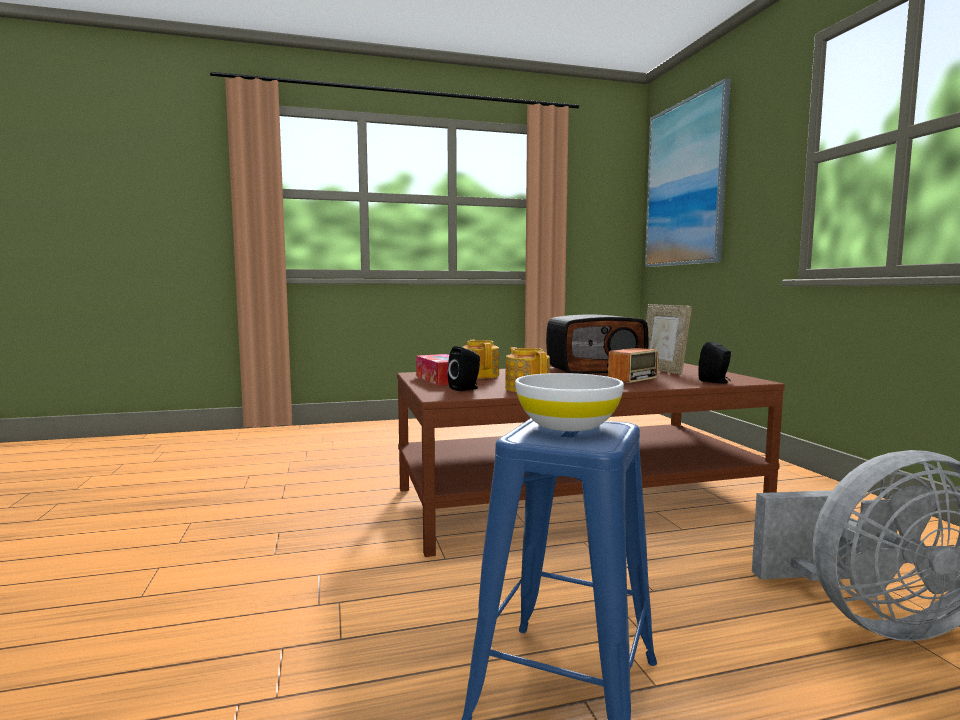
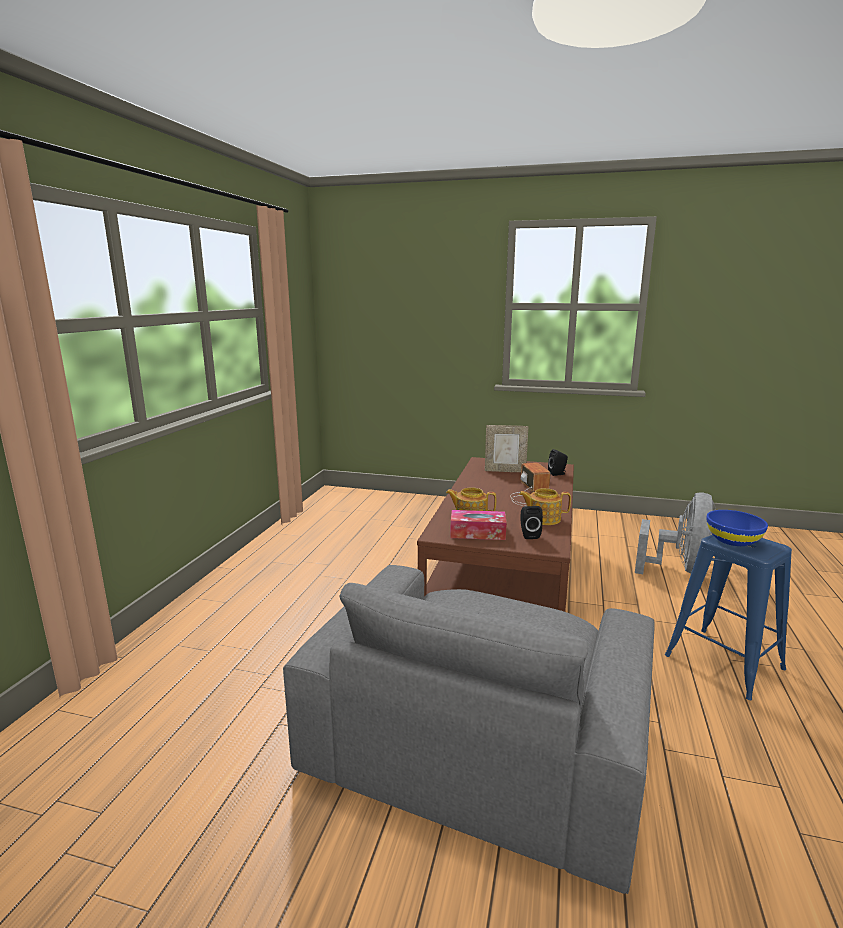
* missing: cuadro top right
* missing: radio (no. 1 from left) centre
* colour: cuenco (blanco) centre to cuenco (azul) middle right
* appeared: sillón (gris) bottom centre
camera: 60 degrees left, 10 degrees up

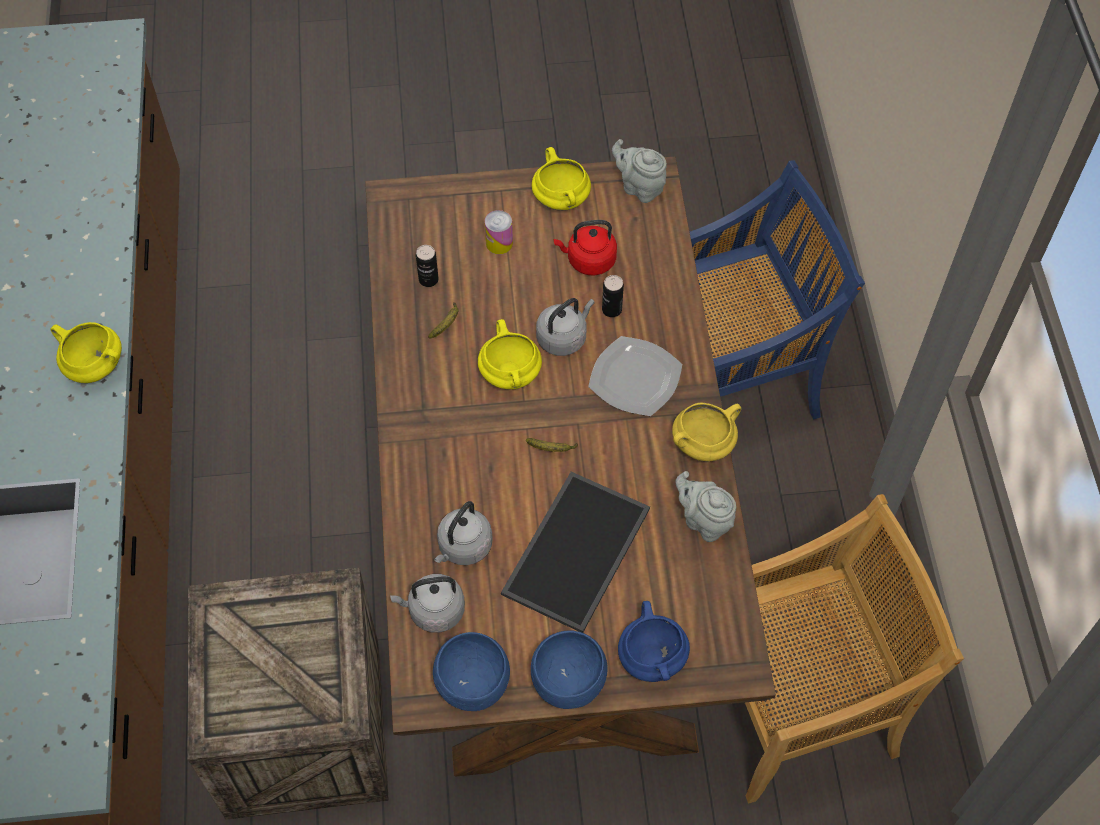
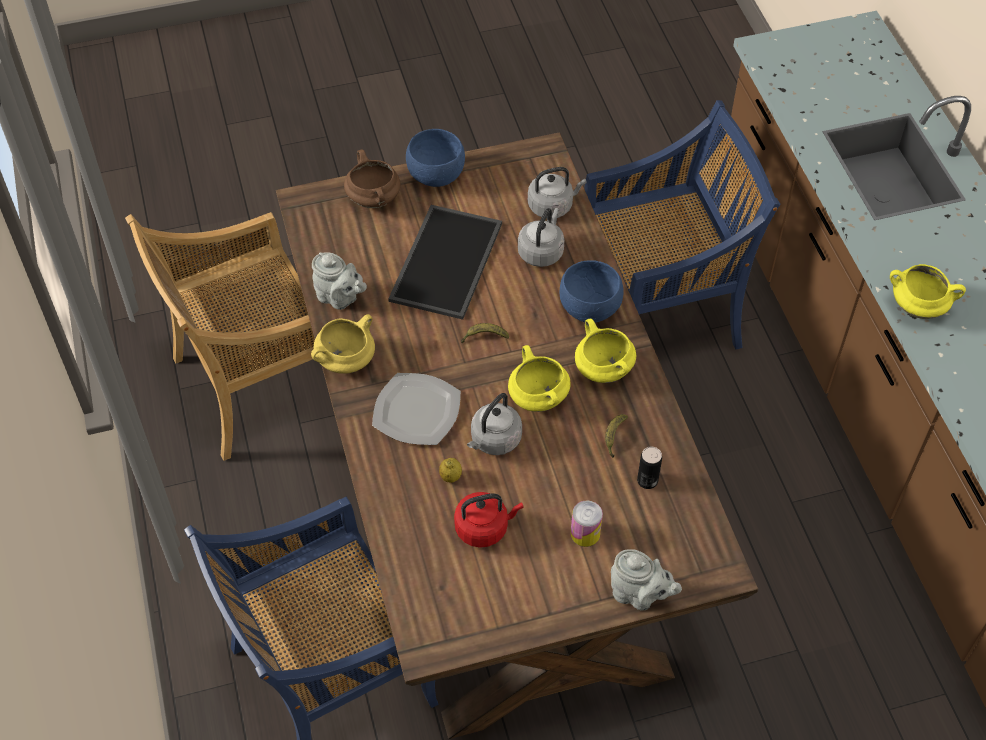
* relocated: tetera (gris) (no. 1 from left in the first image) top centre to tetera (gris) (no. 2 from left) bottom centre
* relocated: olla (amarillo) (no. 3 from left) top centre to centre
* exchanged: lata (no. 3 from left) centre to limón centre
* exchanged: caja de embalaje bottom left to silla (azul) (no. 2 from left) top right
* colour: olla (azul) bottom centre to olla (marrón) top centre
* relocated: cuenco (azul) (no. 1 from left in the first image) bottom centre to cuenco (azul) (no. 2 from left) centre
camera: 170 degrees right, 5 degrees down

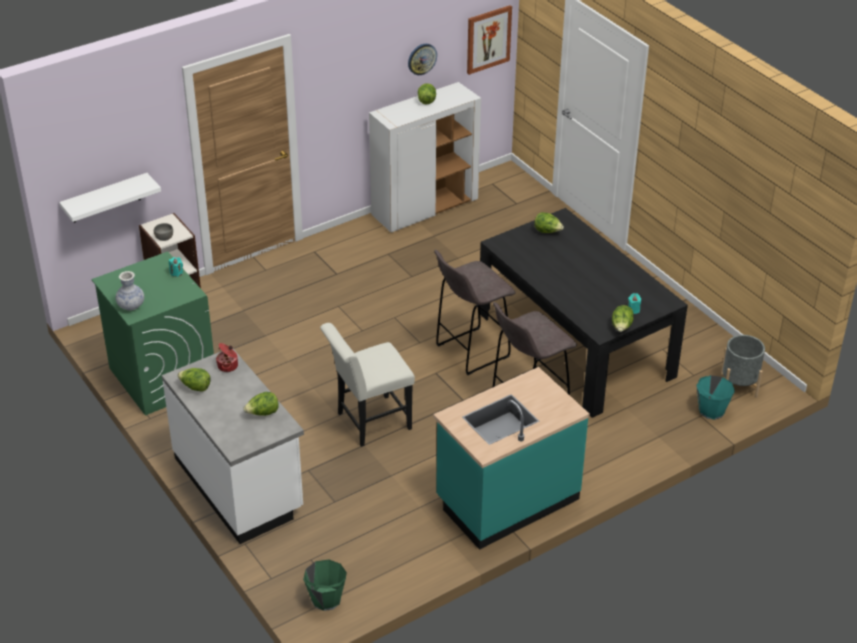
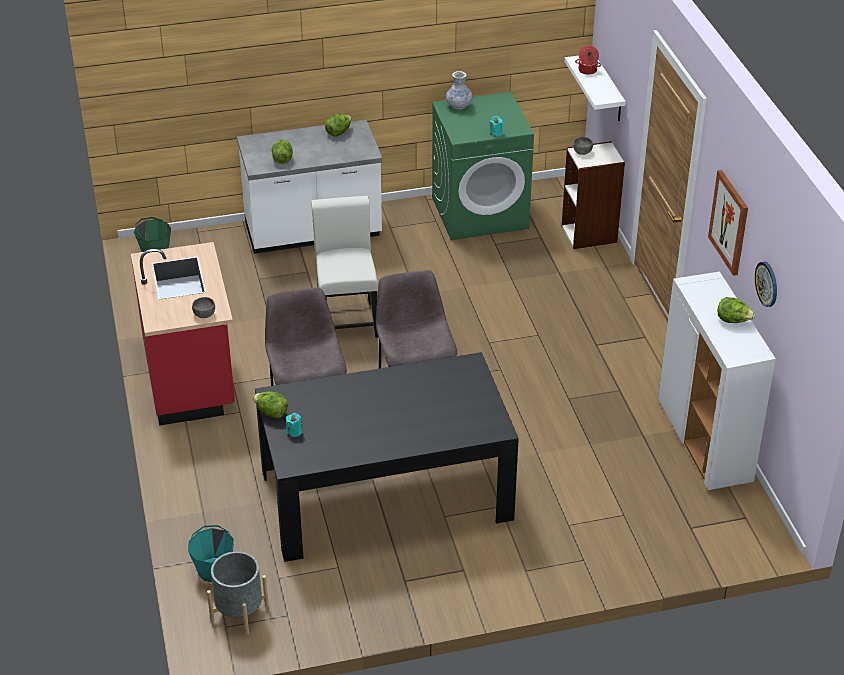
* relocated: cuadro top centre to top right
* missing: lechuga (no. 4 from left) centre
* relocated: olla middle left to top right
* colour: mueble bajo de cocina (turquesa) bottom centre to mueble bajo de cocina (rojo) middle left
* appeared: cuenco (gris) (no. 1 from left) middle left
camera: 110 degrees right, 0 degrees up

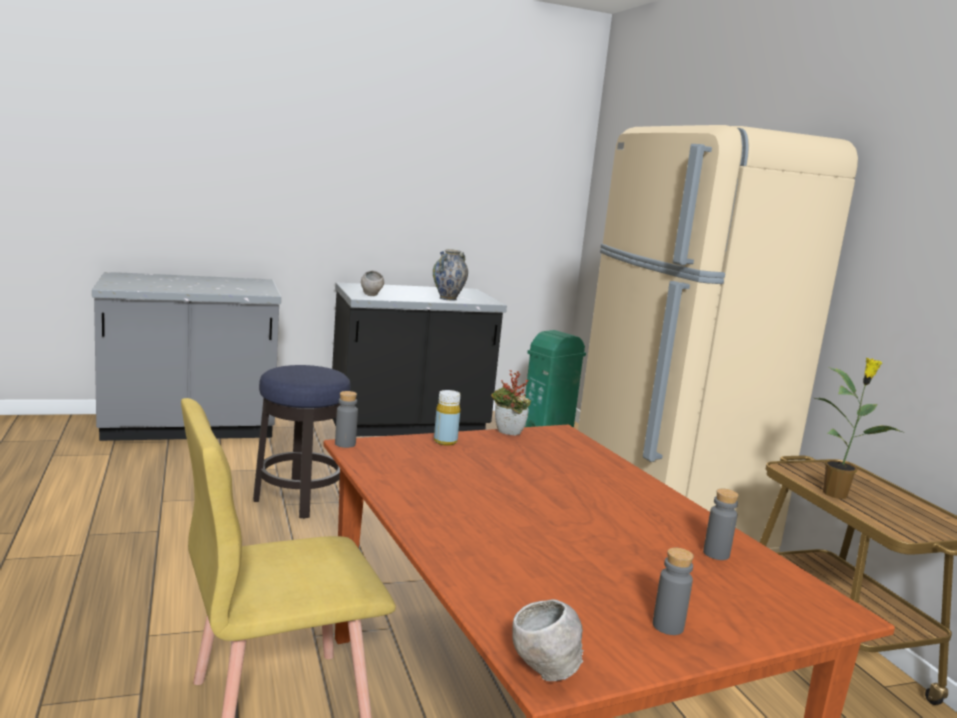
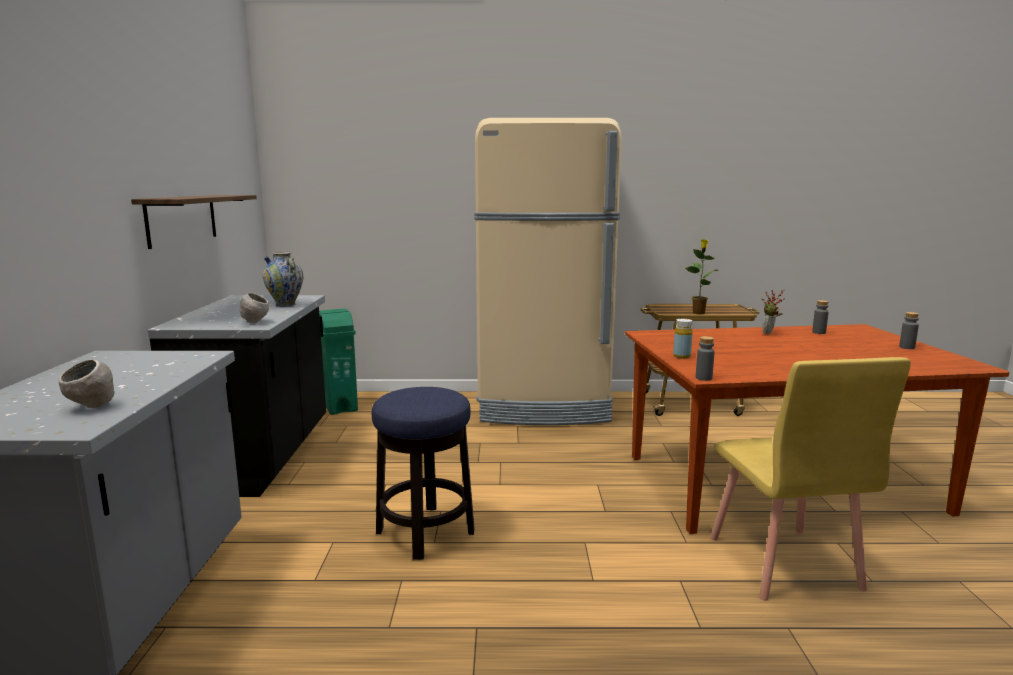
* relocated: planta en maceta (no. 1 from left in the first image) centre to planta en maceta (no. 2 from left) middle right
* relocated: cuenco (gris) (no. 2 from left in the first image) bottom centre to cuenco (gris) (no. 1 from left) middle left
* appeared: estante top left
camera: 70 degrees left, 0 degrees up

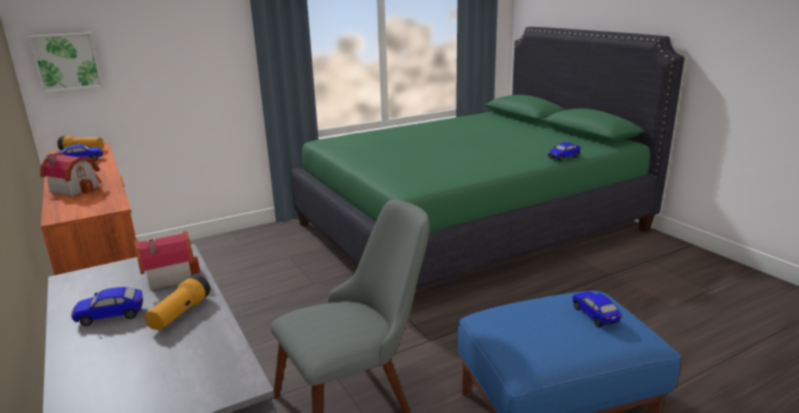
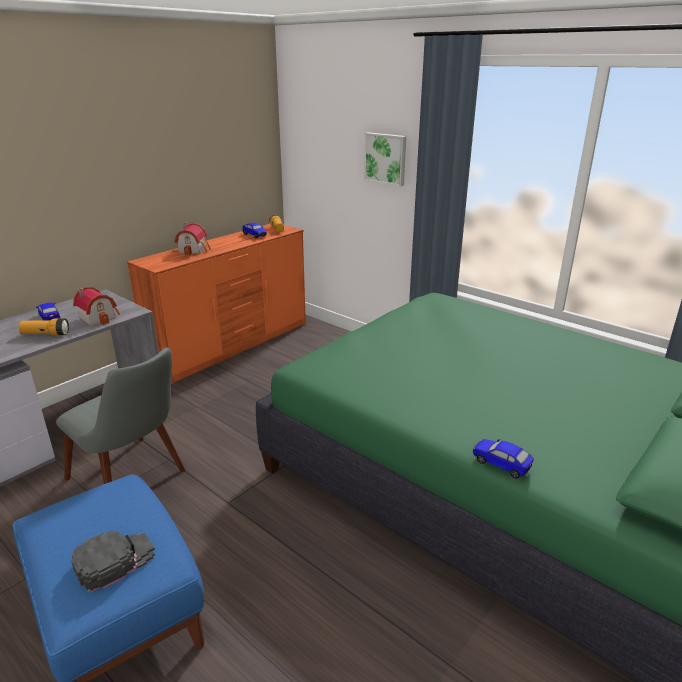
* relocated: cuadro top left to top centre
* exchanged: coche de juguete (no. 4 from left) bottom right to gorra (negro) bottom left
camera: 70 degrees right, 5 degrees up

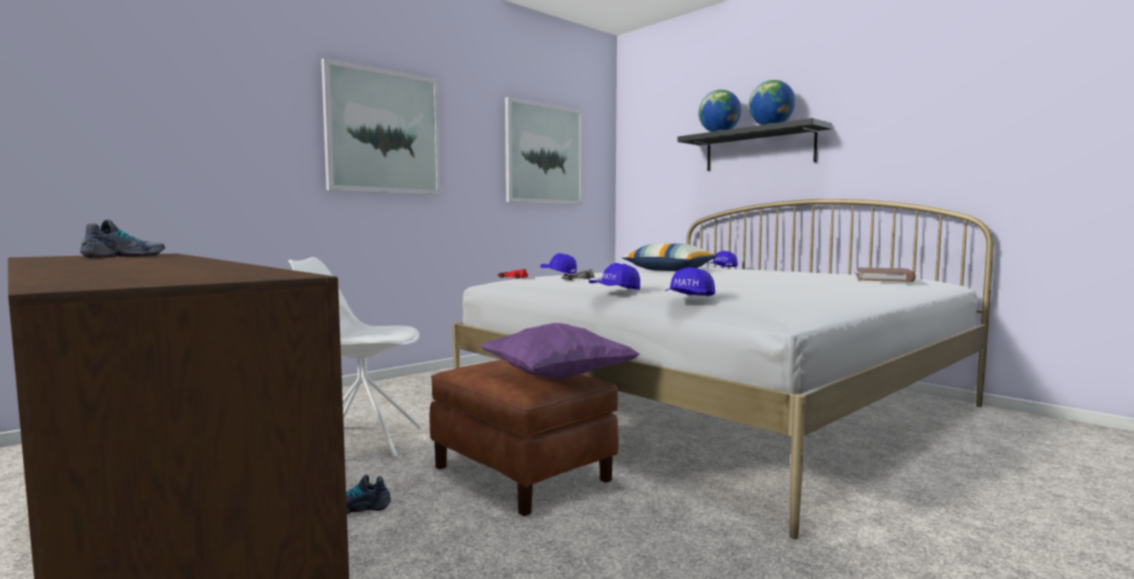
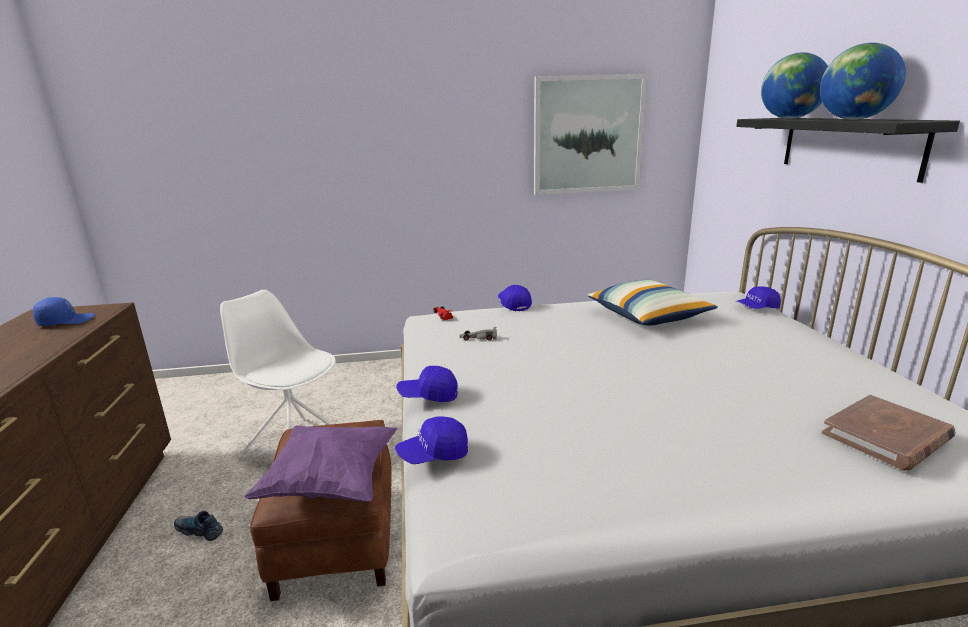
* missing: cuadro (no. 1 from left) top centre
* exchanged: zapato (no. 1 from left) middle left to gorra (azul) (no. 1 from left) middle left
camera: 35 degrees right, 15 degrees up

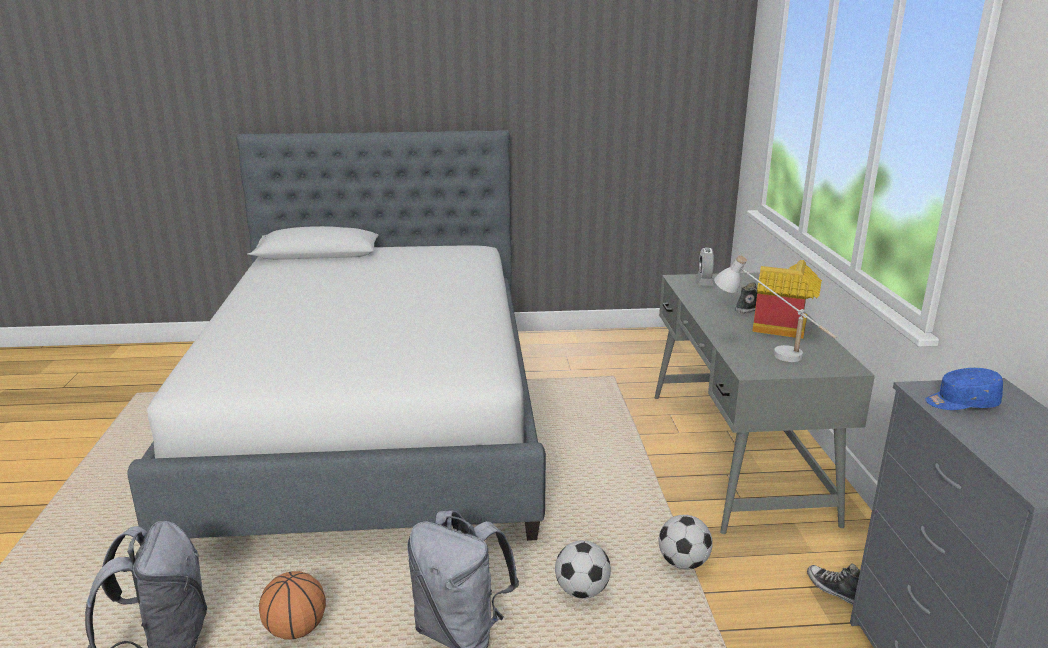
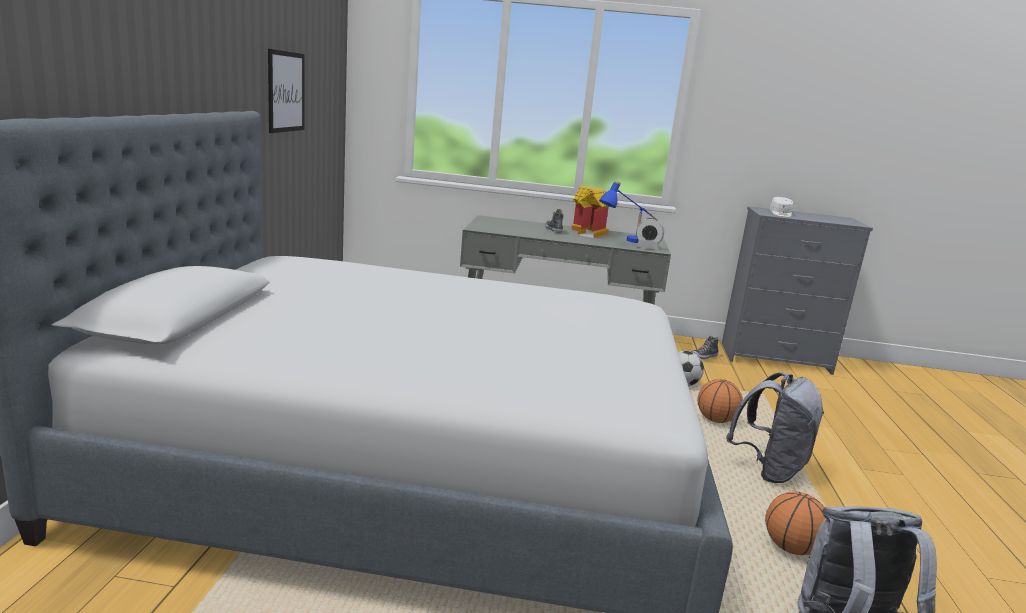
* relocated: despertador middle right to centre
* colour: lámpara de mesa (blanco) middle right to lámpara de mesa (azul) centre
* colour: gorra (azul) middle right to gorra (blanco) middle right
* exchanged: balón de fútbol (no. 1 from left) bottom centre to balón de baloncesto (no. 1 from left) middle right
* appeared: cuadro top left
camera: 80 degrees left, 5 degrees down

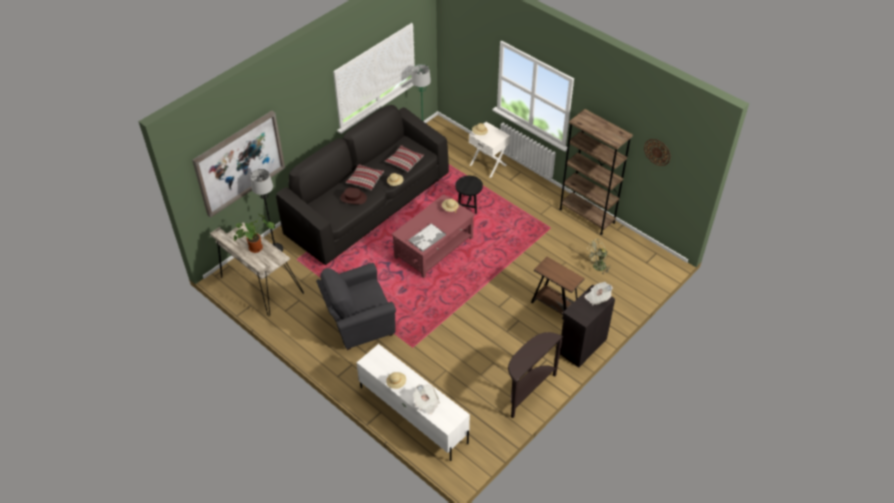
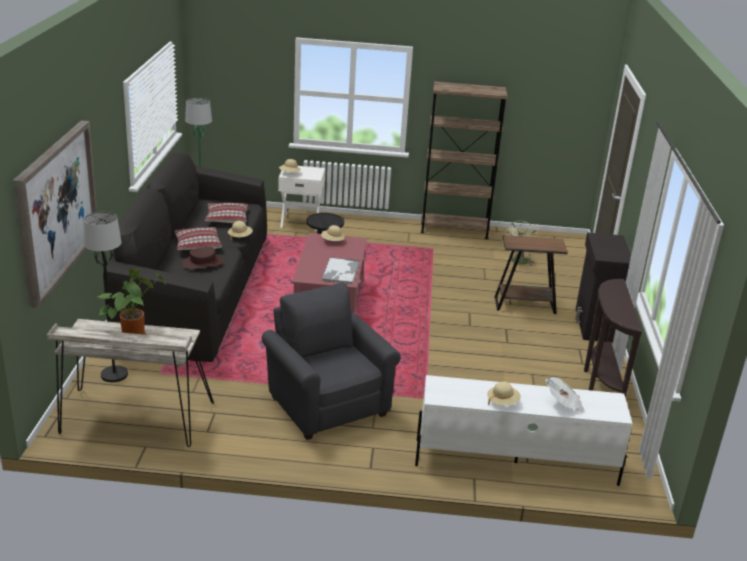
* missing: reloj de pared top right
* spun: sillón (gris) centre = centre 120 degrees clockwise
* missing: periódico (no. 2 from left) middle right
camera: 40 degrees left, 20 degrees down

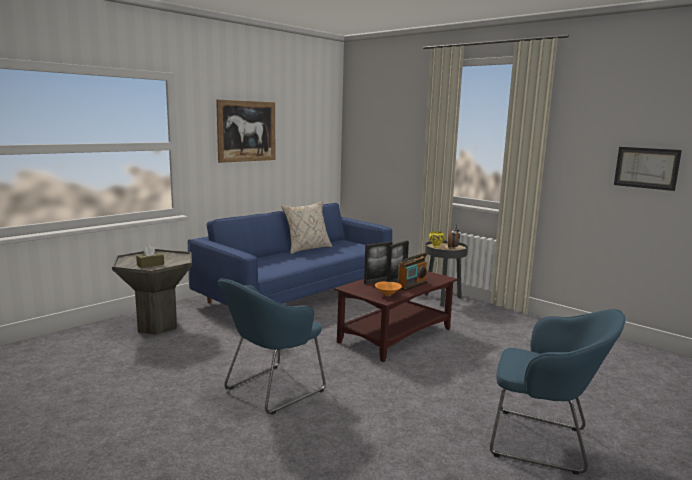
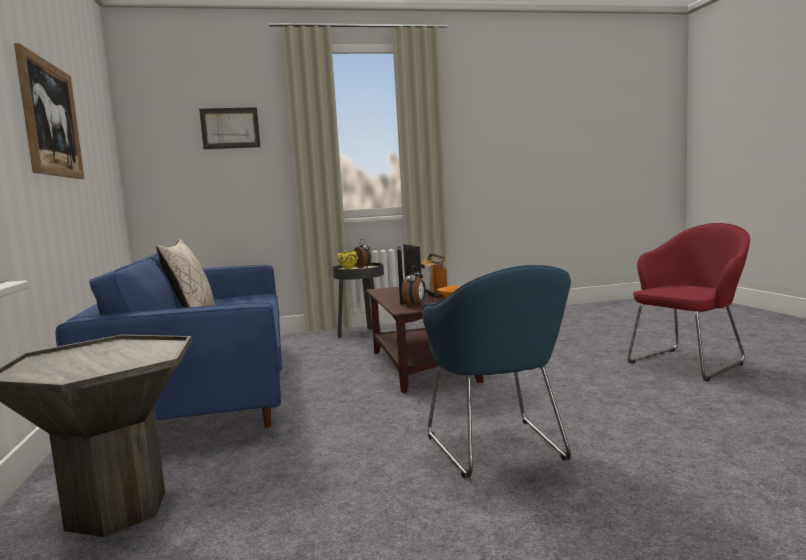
* relocated: cuadro (no. 2 from left) middle right to top left
* missing: caja de pañuelos (marrón) middle left
* colour: sillón (azul) (no. 2 from left) bottom right to sillón (rojo) middle right
* appeared: despertador (no. 2 from left) centre
camera: 55 degrees left, 5 degrees down

